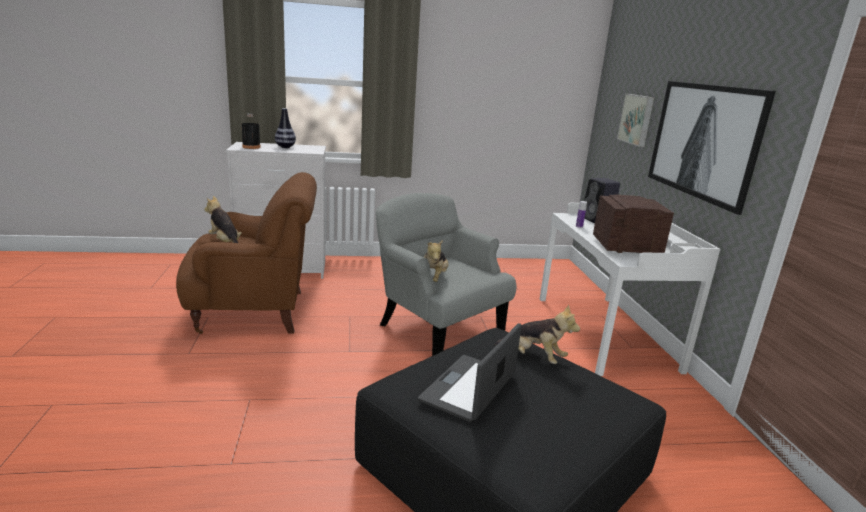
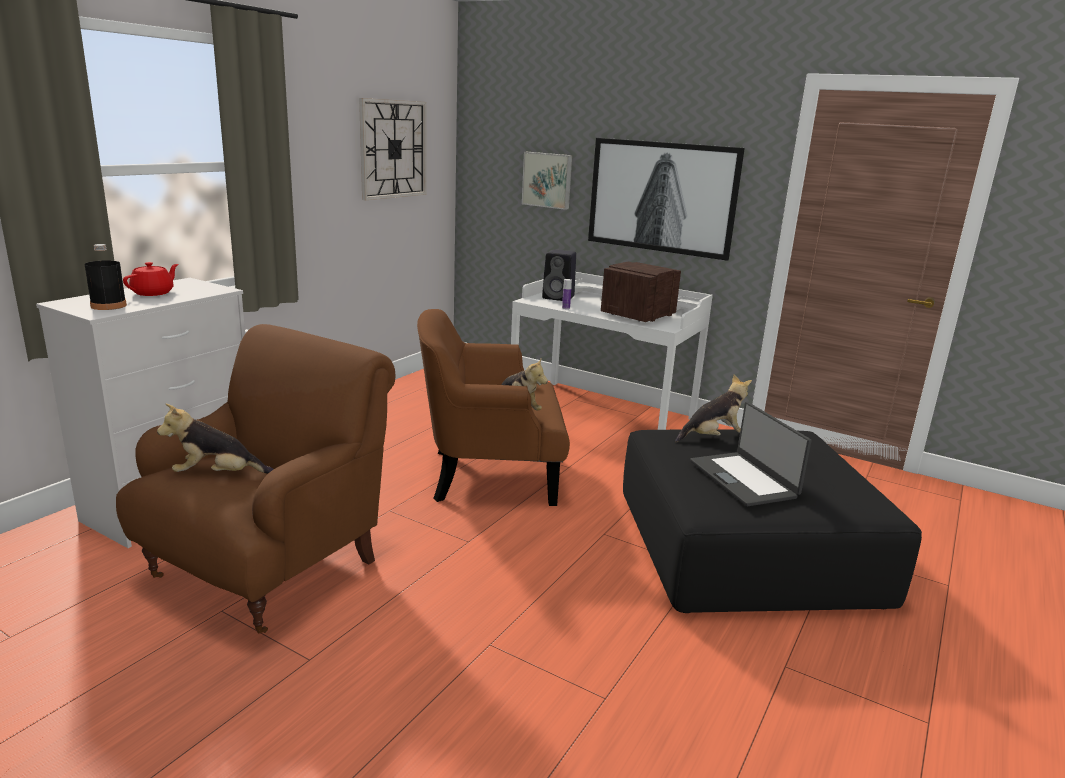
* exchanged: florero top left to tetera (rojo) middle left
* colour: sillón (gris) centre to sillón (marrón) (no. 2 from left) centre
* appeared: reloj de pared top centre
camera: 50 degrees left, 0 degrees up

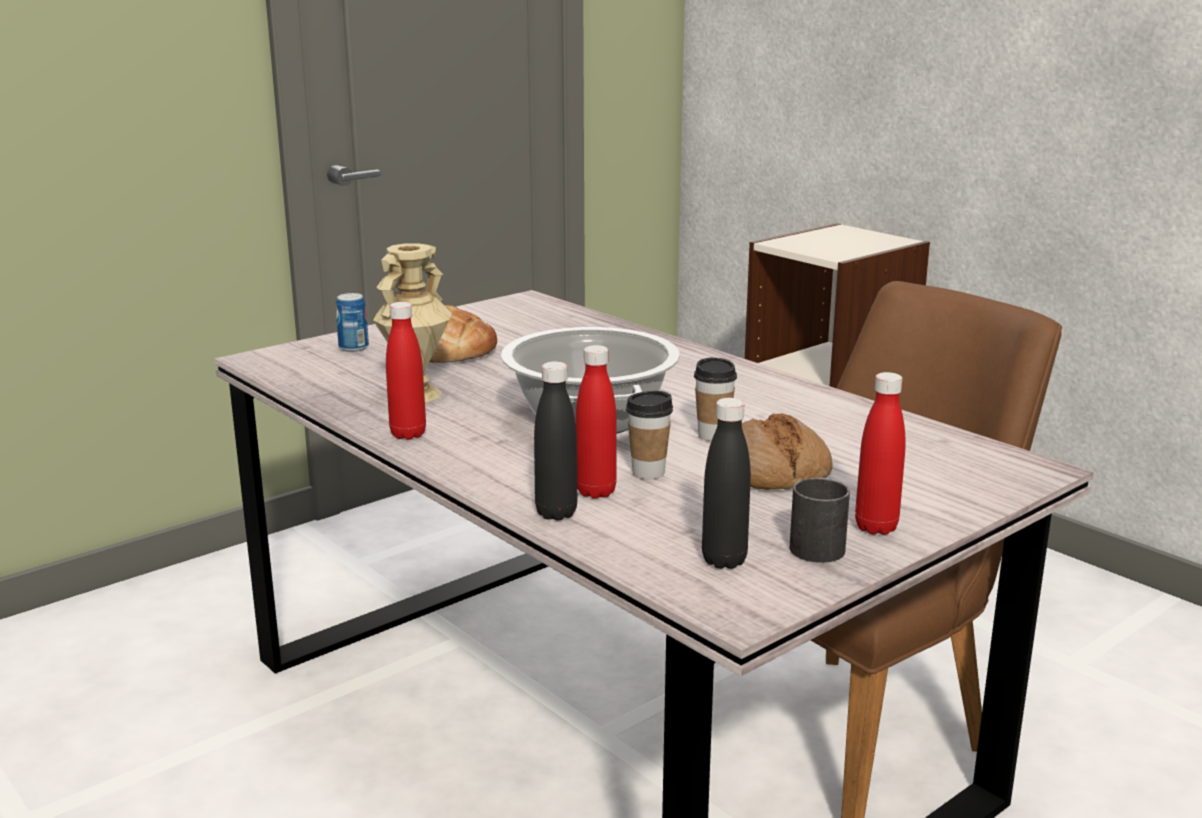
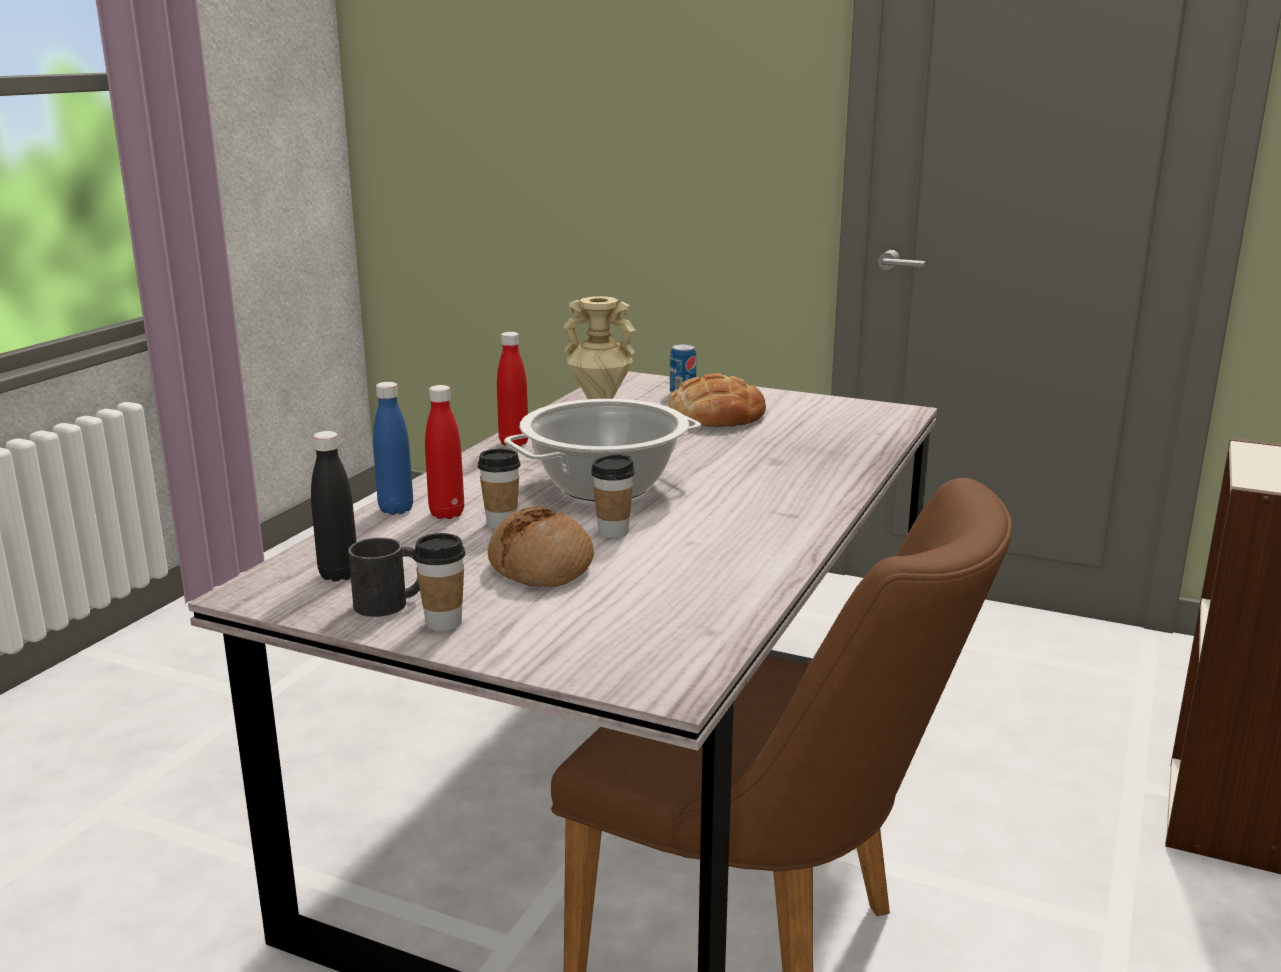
* colour: botella (negro) (no. 1 from left) centre to botella (azul) middle left
* exchanged: botella (rojo) (no. 3 from left) middle right to taza (no. 1 from left) centre
camera: 65 degrees right, 0 degrees up

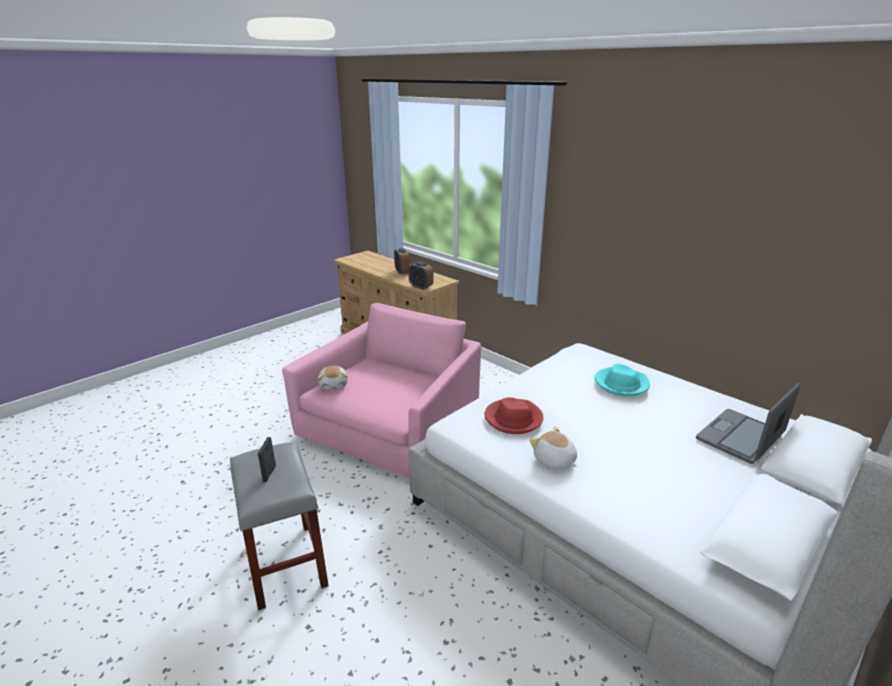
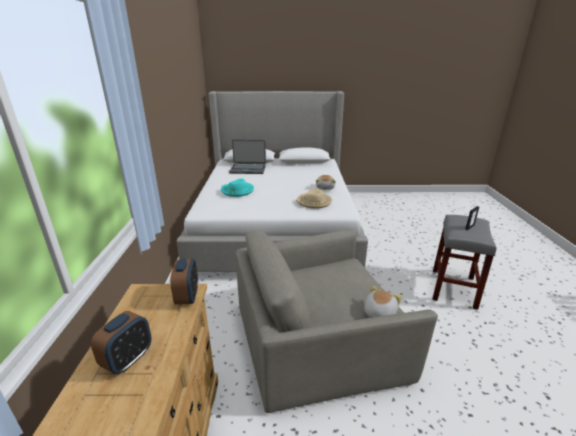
* colour: sillón (rosa) centre to sillón (gris) bottom centre
* colour: sombrero (rojo) centre to sombrero (beis) centre
camera: 135 degrees left, 0 degrees up

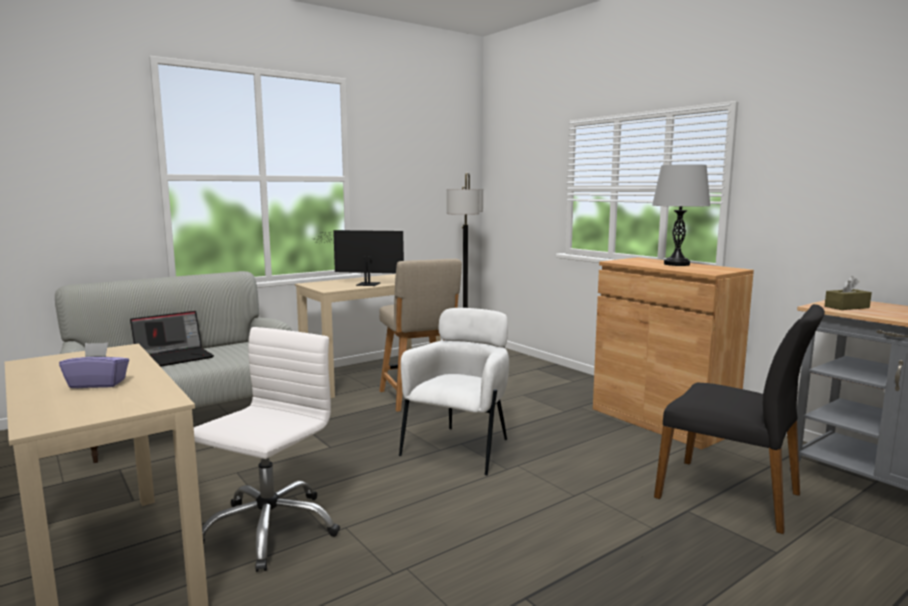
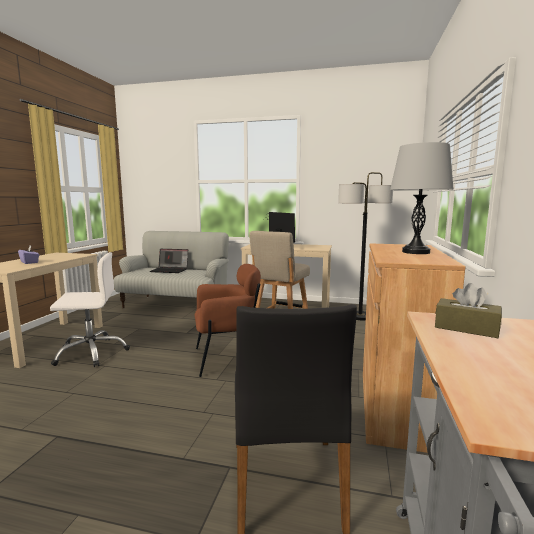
* colour: sillón (blanco) centre to sillón (marrón) centre
camera: 50 degrees right, 0 degrees up

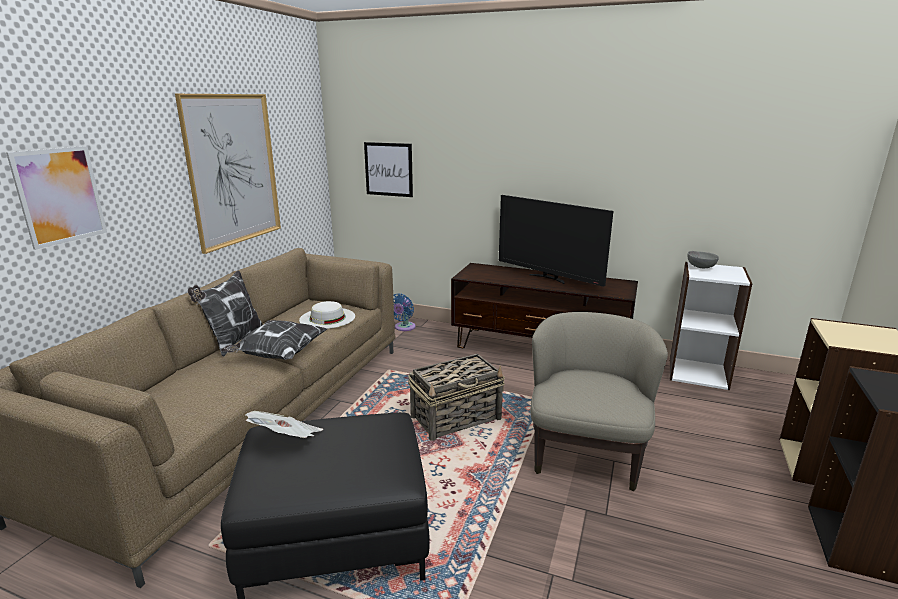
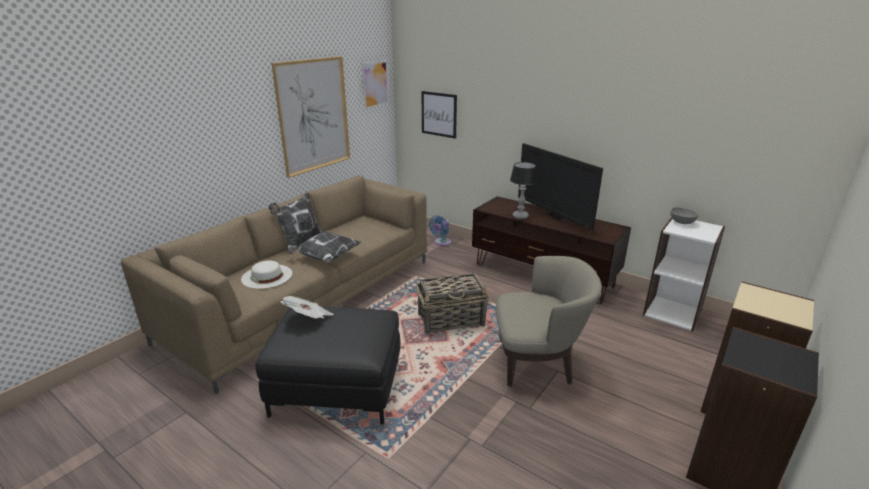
* relocated: cuadro (no. 1 from left in the first image) top left to cuadro (no. 2 from left) top centre
* relocated: sombrero (blanco) centre to middle left
* spun: sillón (beis) bottom right = centre 60 degrees clockwise
* appeared: lámpara de mesa centre
camera: 15 degrees right, 5 degrees up

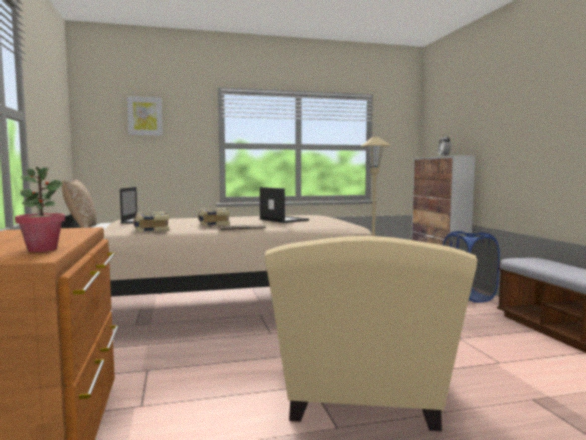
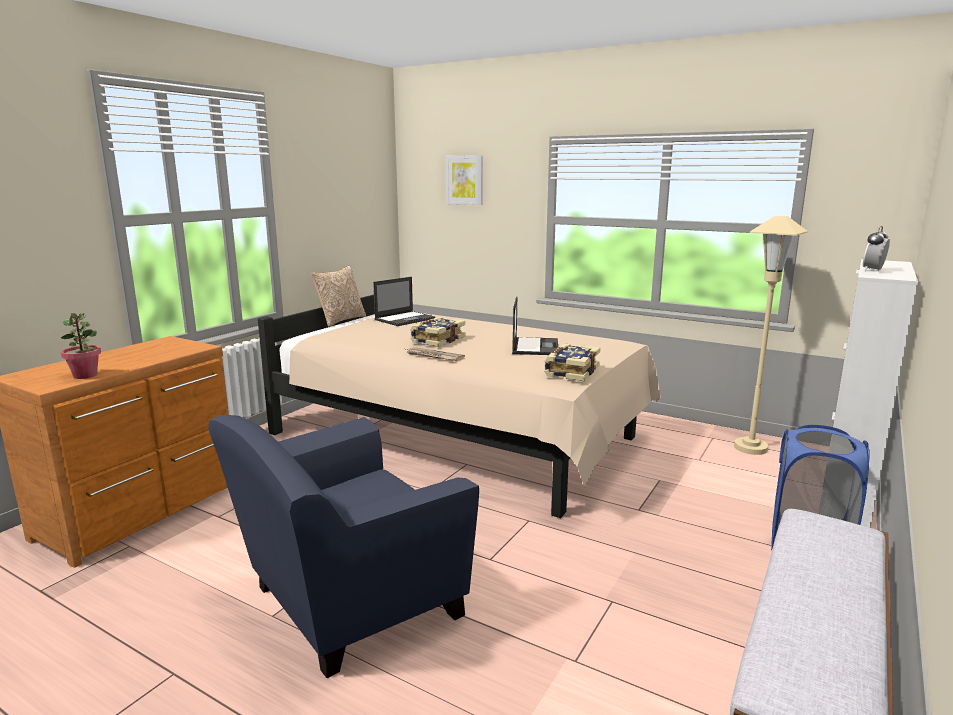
* relocated: libro (no. 1 from left in the first image) middle left to libro (no. 2 from left) centre
* colour: sillón (beis) bottom centre to sillón (azul) bottom centre
camera: 45 degrees right, 10 degrees up

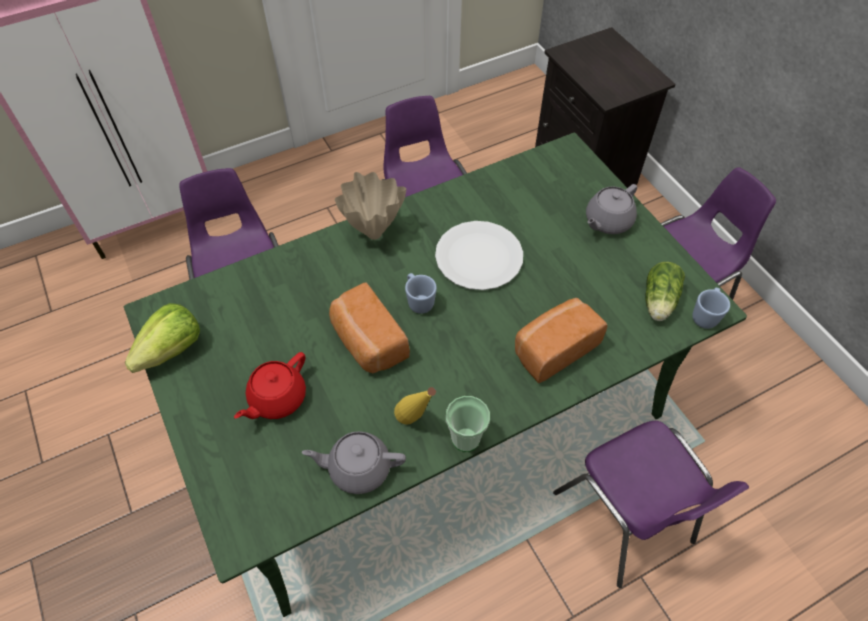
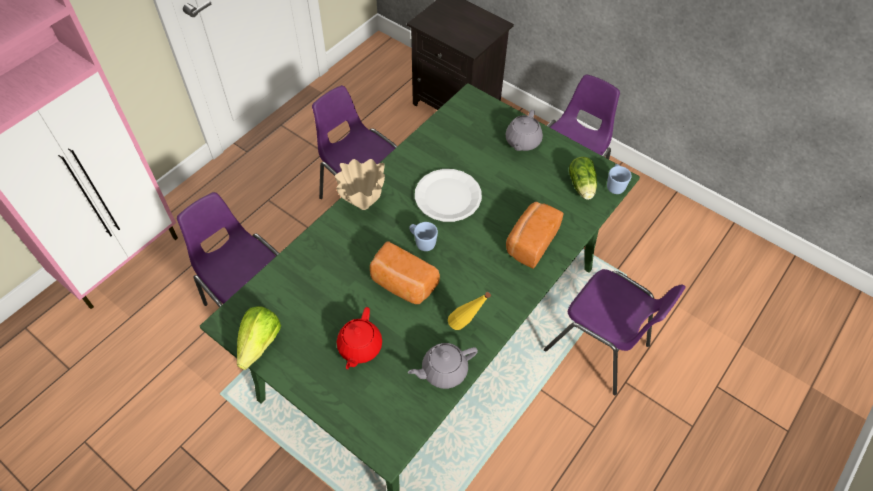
* missing: taza bottom centre
camera: 25 degrees left, 0 degrees up

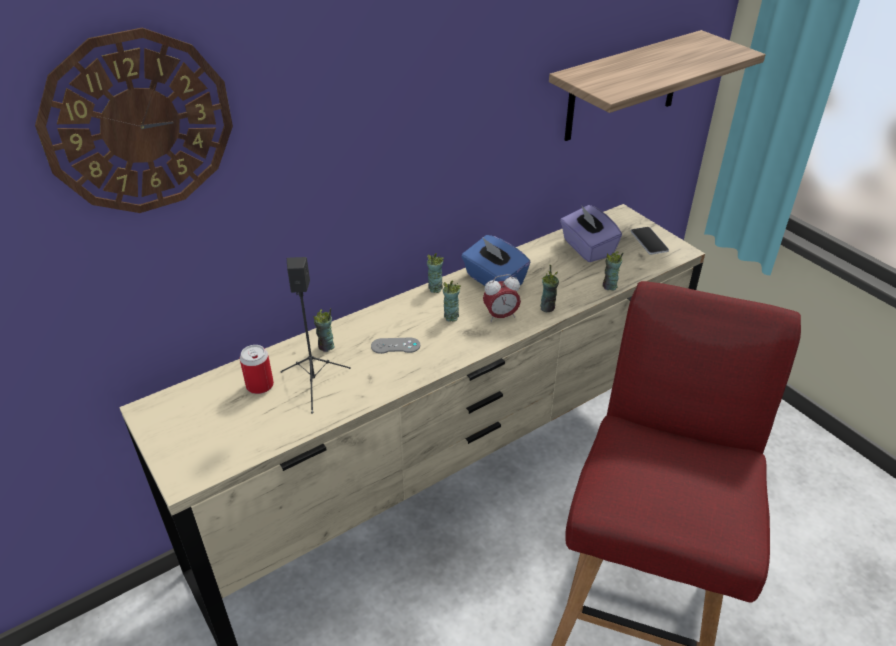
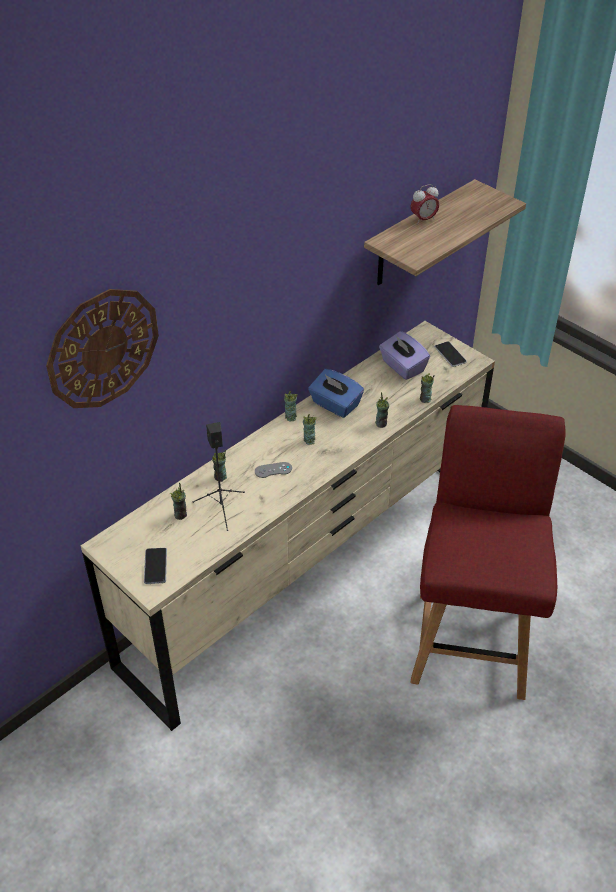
* relocated: despertador centre to top right
* exchanged: lata middle left to taza (no. 1 from left) middle left
* appeared: móvil (no. 1 from left) middle left
camera: 10 degrees left, 5 degrees up

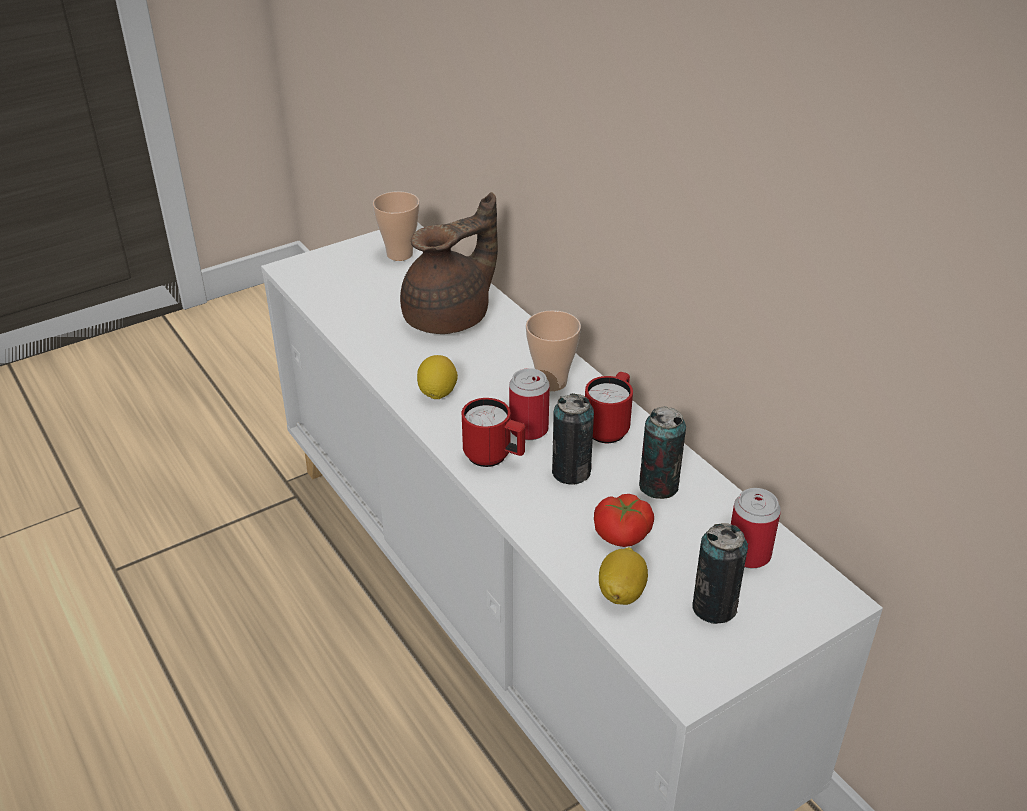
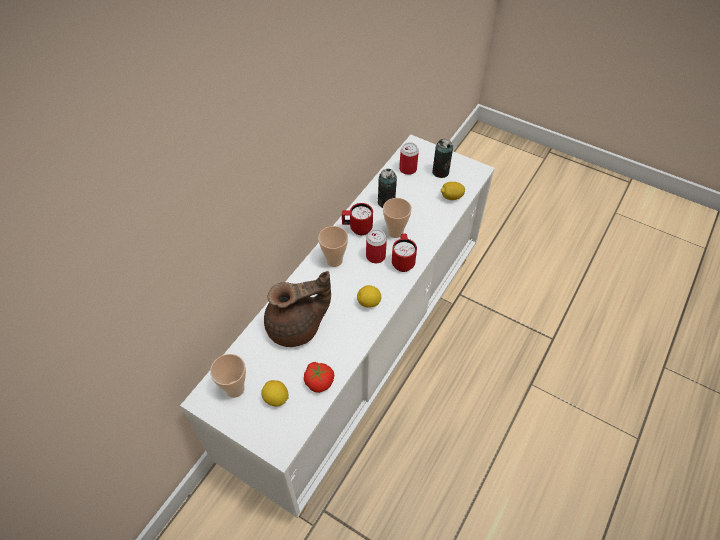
* spun: tetera (marrón) top centre = centre 135 degrees clockwise
* exchanged: lata (no. 2 from left) centre to taza (no. 3 from left) centre
* relocated: tomate centre to bottom centre
* appeared: limón (no. 1 from left) bottom centre
camera: 115 degrees left, 15 degrees up

